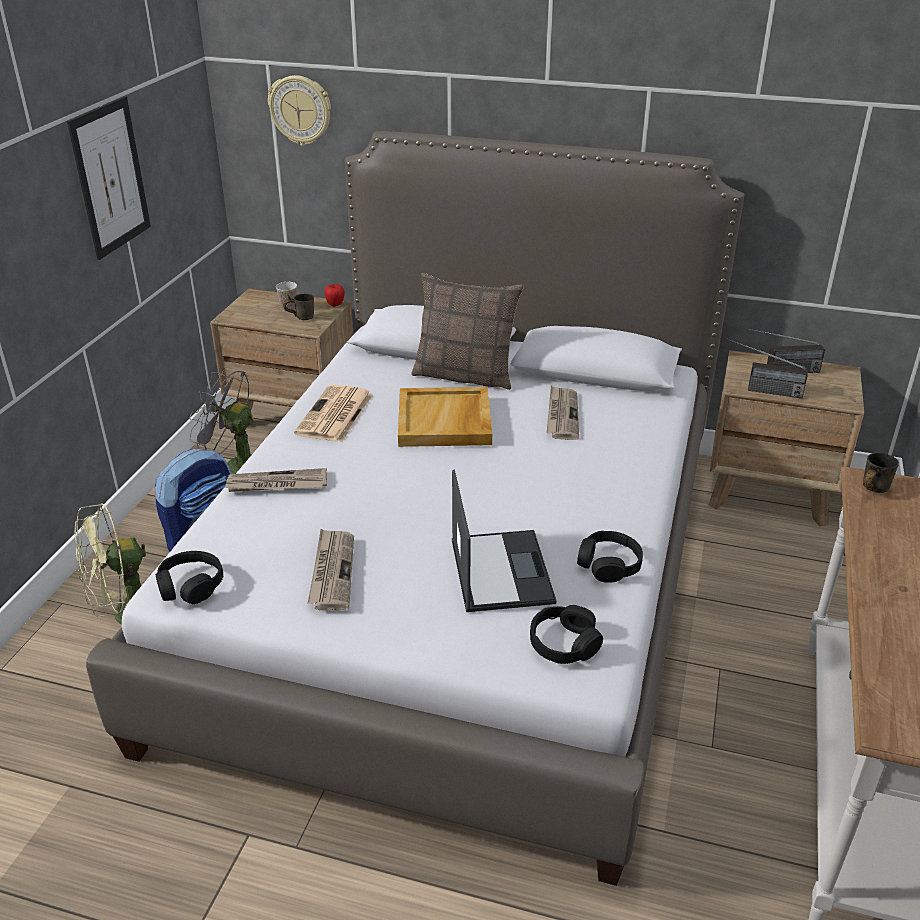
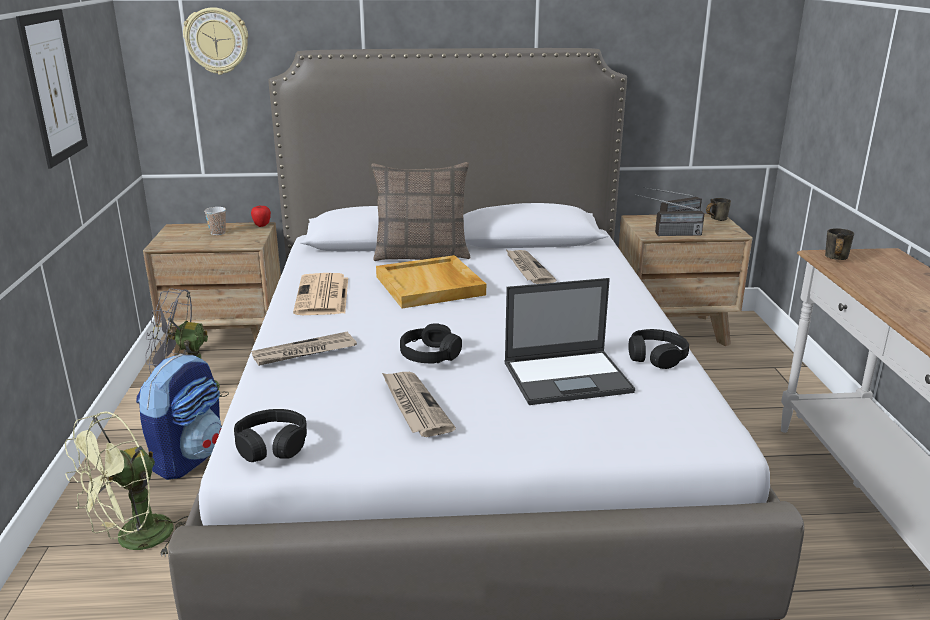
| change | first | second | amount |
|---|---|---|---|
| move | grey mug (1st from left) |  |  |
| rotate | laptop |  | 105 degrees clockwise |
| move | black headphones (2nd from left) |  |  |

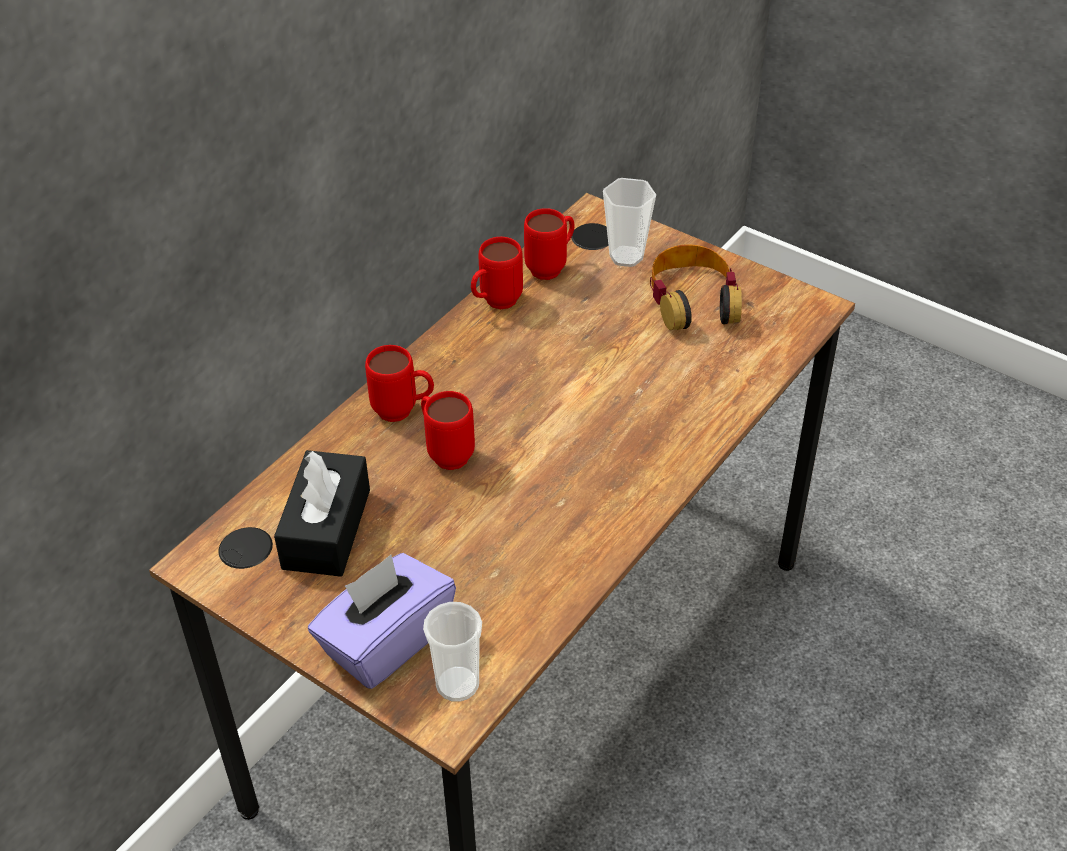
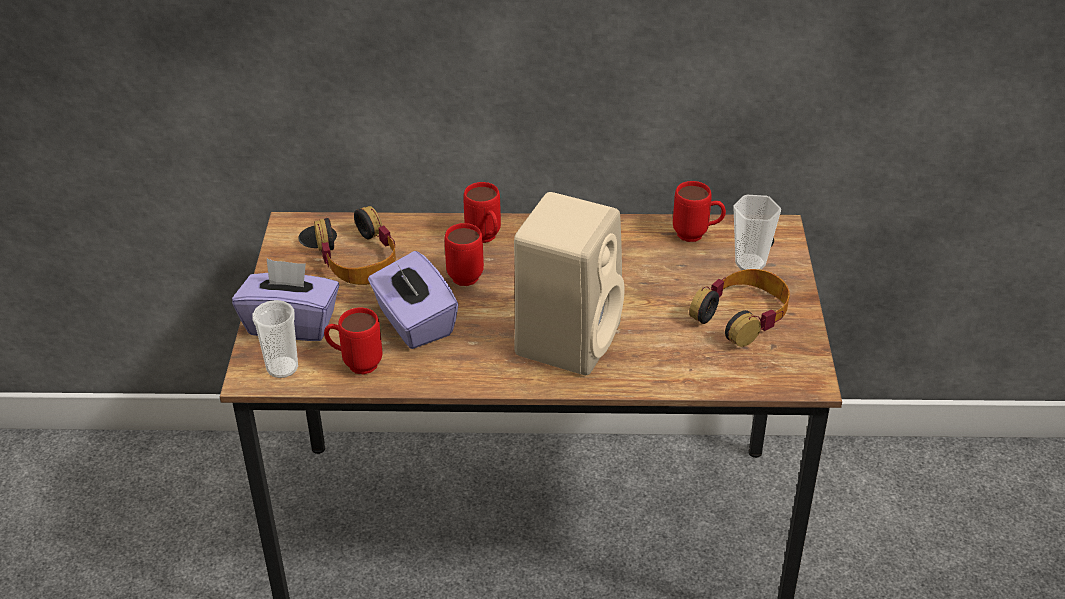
| change | first | second | amount |
|---|---|---|---|
| move | red mug (3rd from left in the first image) | red mug (1st from left) |  |
| replace | black tissue box | headphones (1st from left) |  |
| insert |  | beige speaker |  |
| insert |  | purple tissue box (2nd from left) |  |

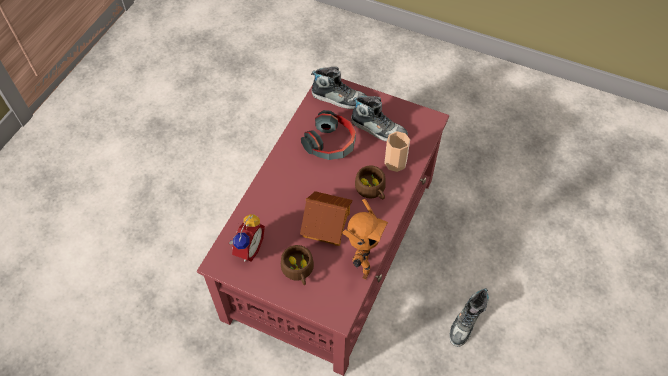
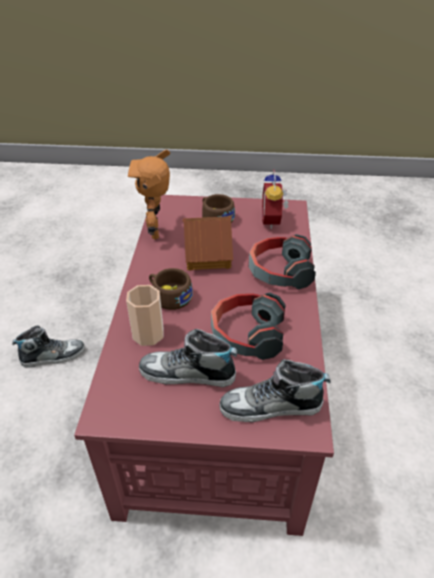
| change | first | second | amount |
|---|---|---|---|
| rotate | shoe (3rd from left in the first image) | shoe (1st from left) | 60 degrees clockwise |
| insert |  | headphones (2nd from left) |  |

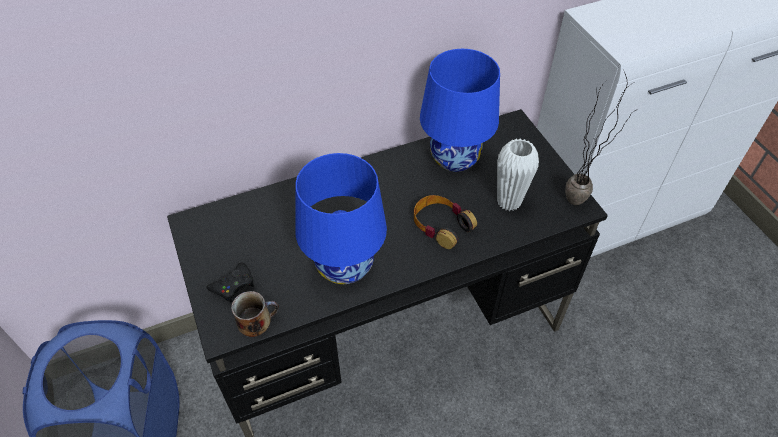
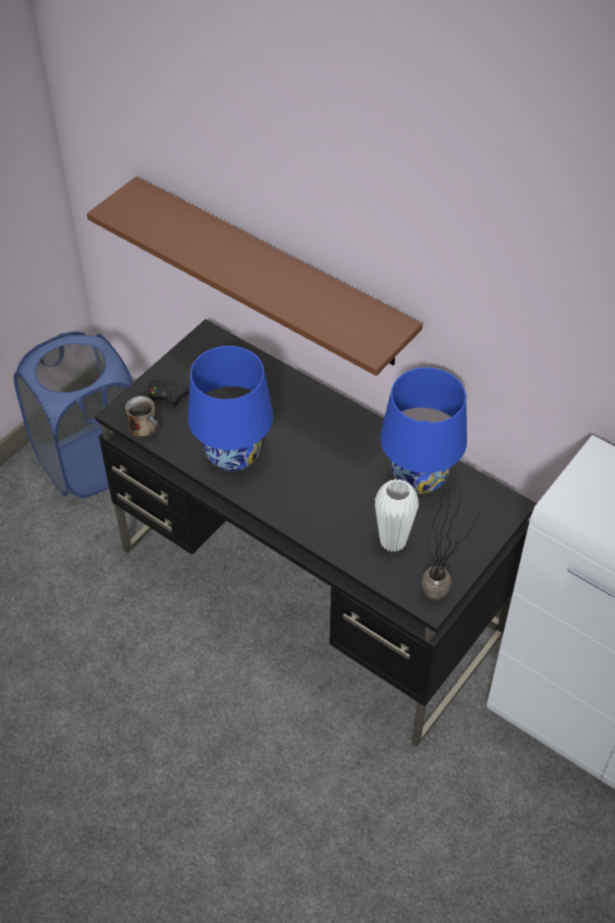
| change | first | second | amount |
|---|---|---|---|
| delete | headphones |  |  |
| insert |  | brown shelf |  |

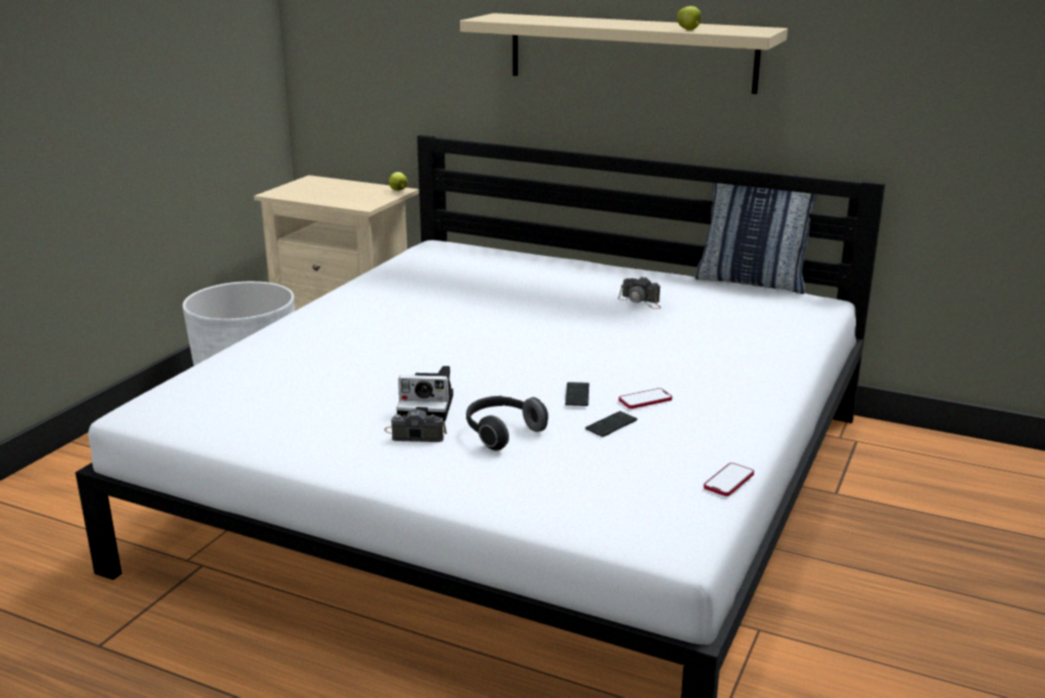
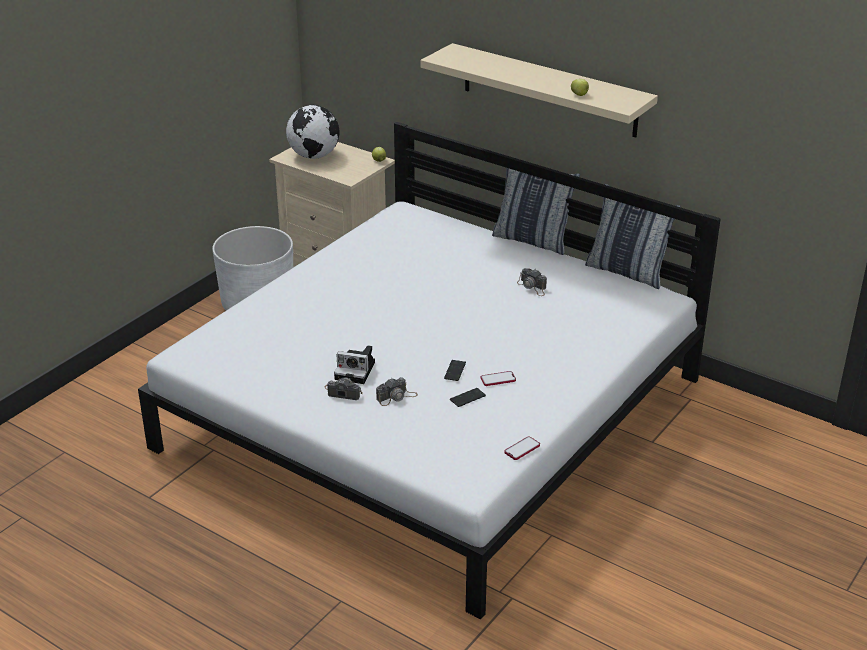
| change | first | second | amount |
|---|---|---|---|
| replace | headphones | photo camera (3rd from left) |  |
| insert |  | globe |  |
| insert |  | pillow (1st from left) |  |

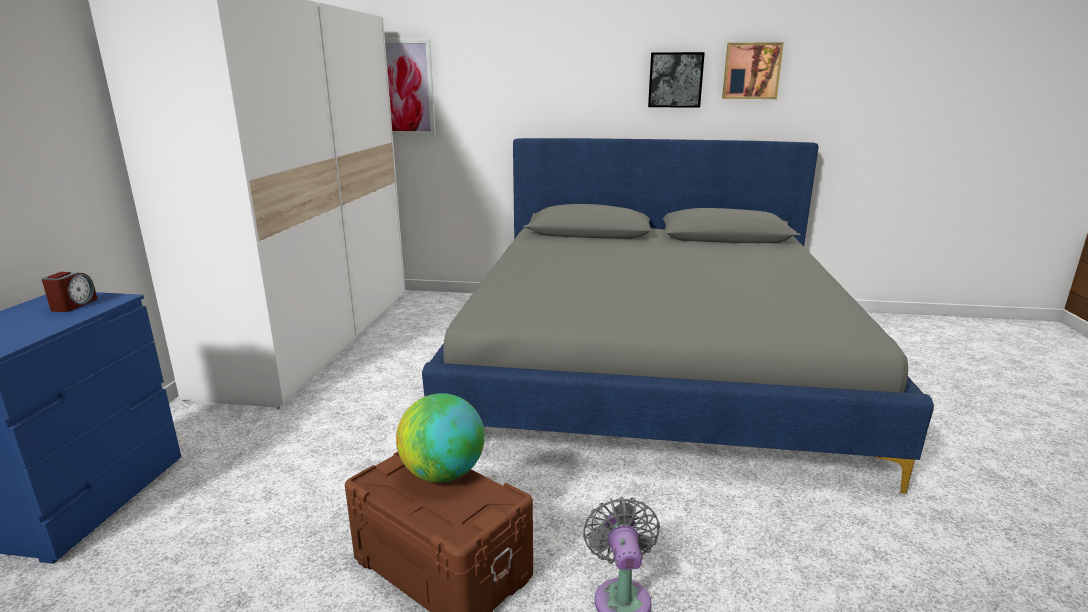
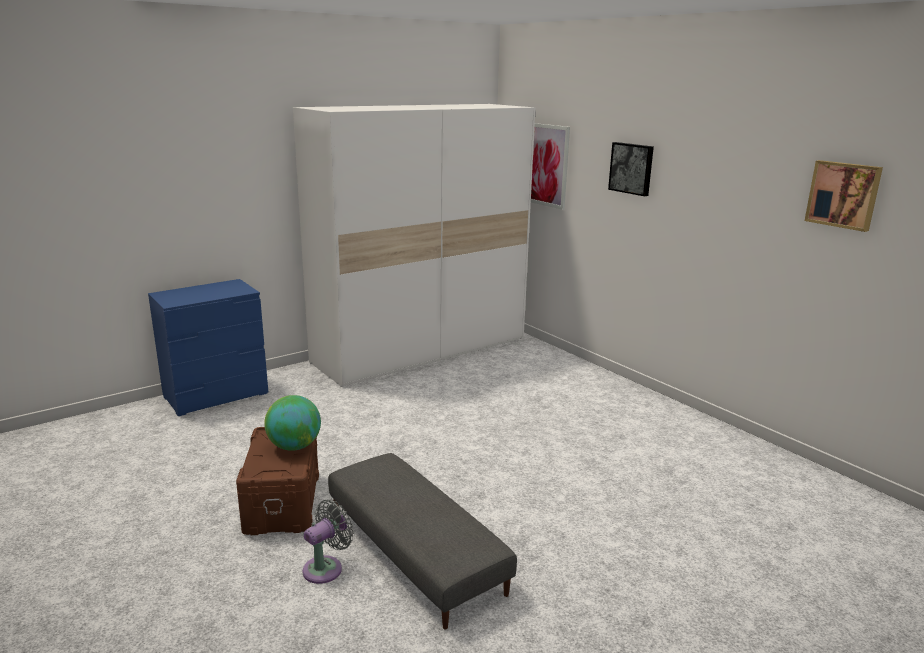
| change | first | second | amount |
|---|---|---|---|
| move | picture (2nd from left) |  |  |
| delete | grey bed |  |  |
| delete | alarm clock |  |  |
| insert |  | grey ottoman |  |

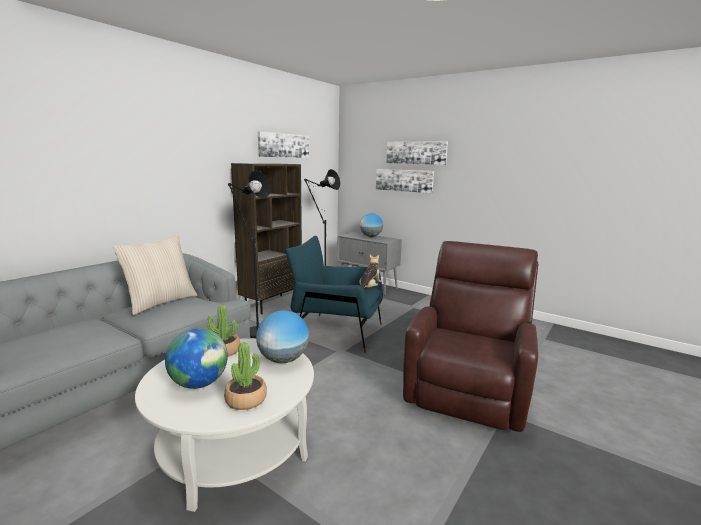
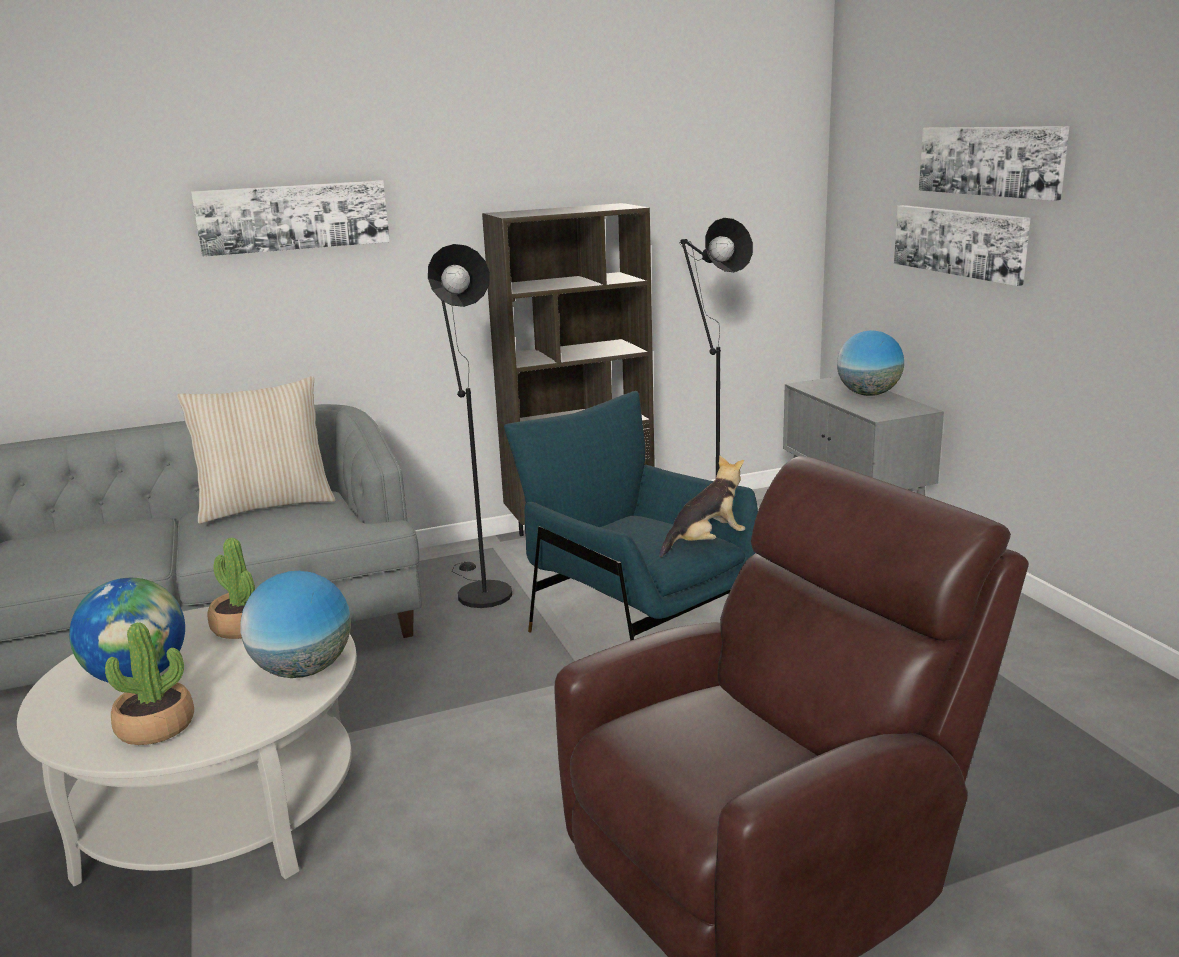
| change | first | second | amount |
|---|---|---|---|
| move | picture (1st from left) |  |  |

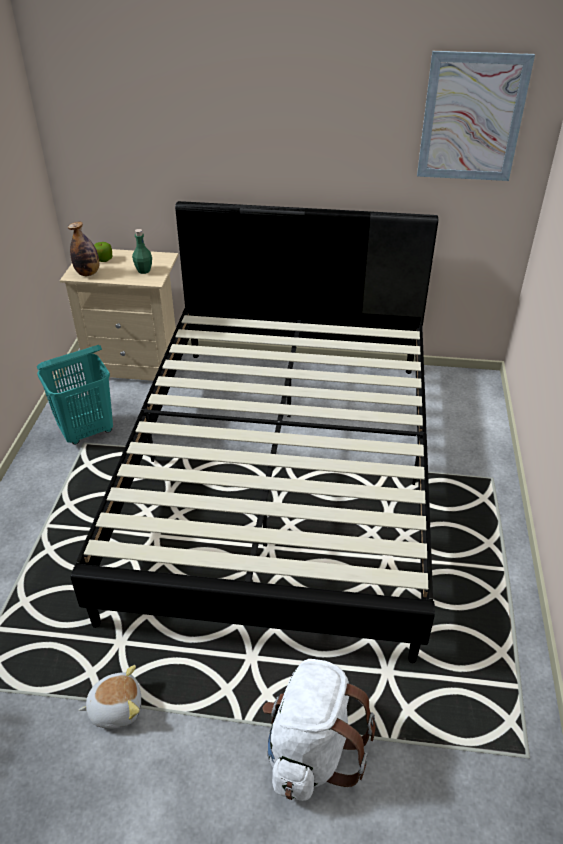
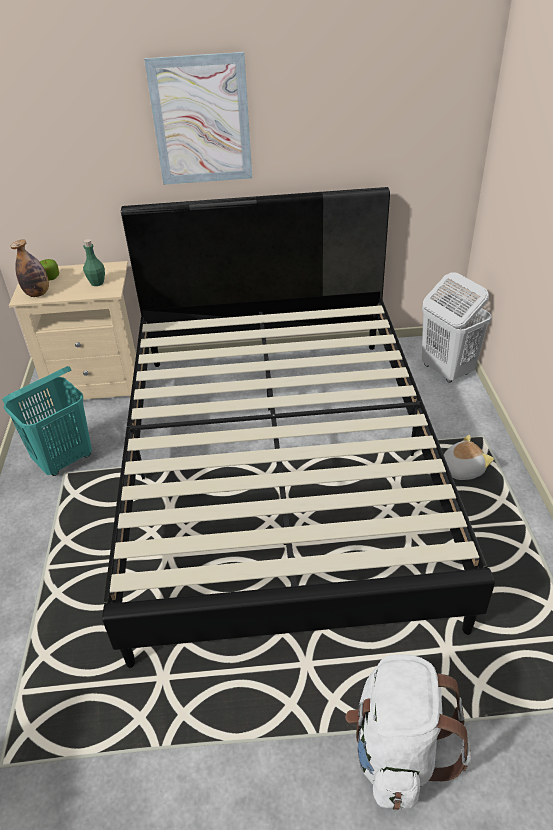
| change | first | second | amount |
|---|---|---|---|
| move | picture |  |  |
| move | plush toy |  |  |
| insert |  | white laundry basket |  |

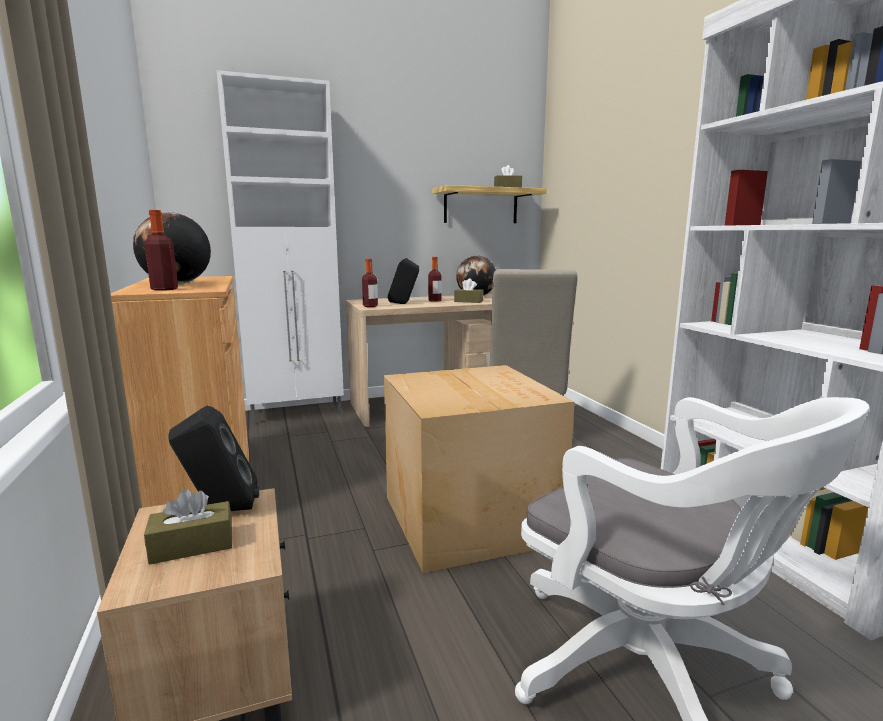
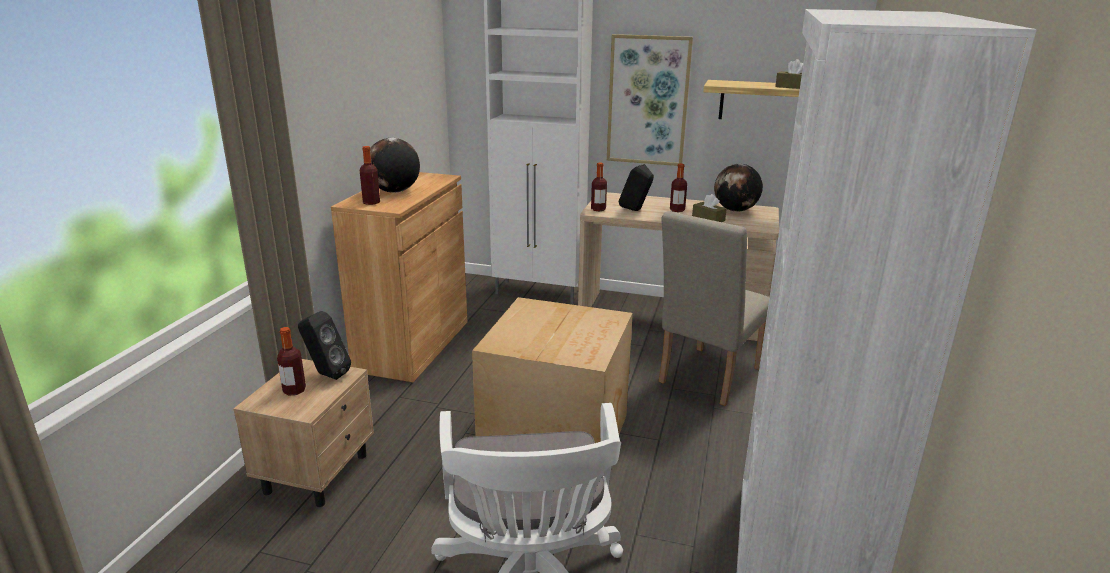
| change | first | second | amount |
|---|---|---|---|
| replace | brown tissue box (1st from left) | bottle (1st from left) |  |
| insert |  | picture |  |

